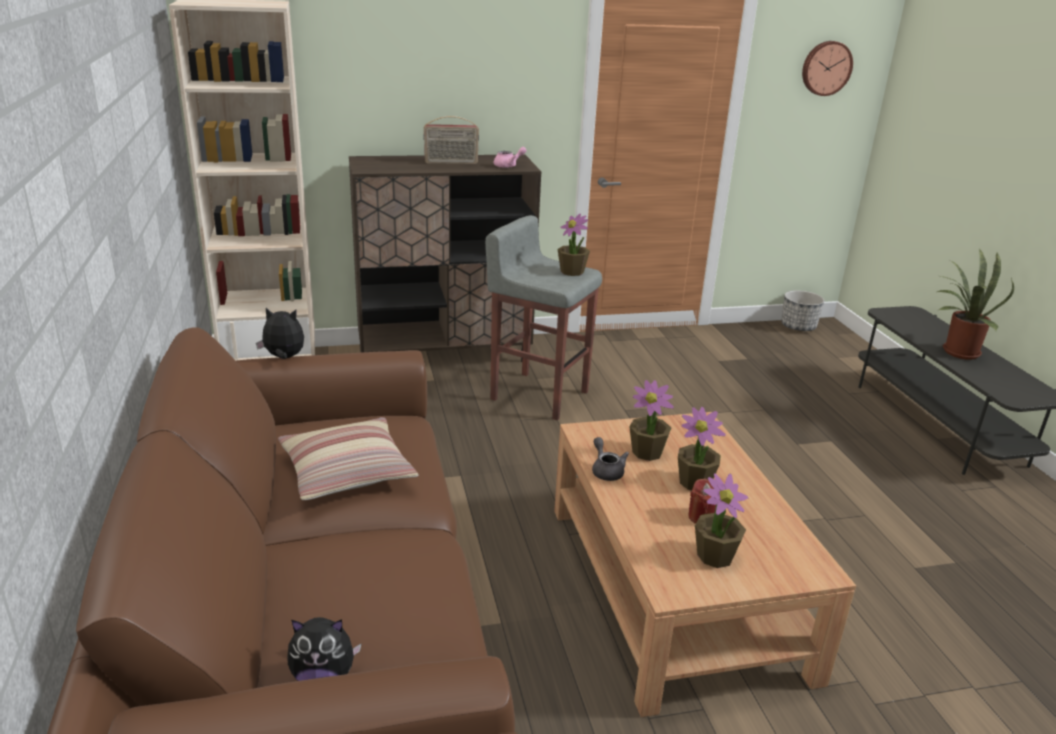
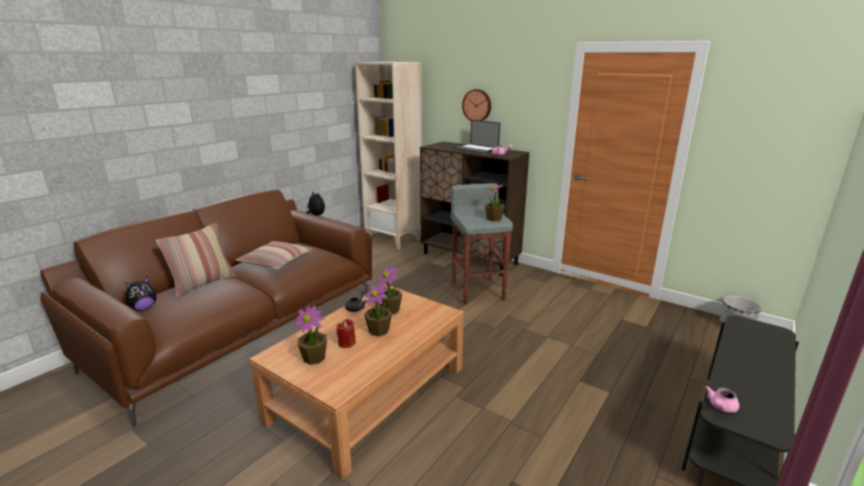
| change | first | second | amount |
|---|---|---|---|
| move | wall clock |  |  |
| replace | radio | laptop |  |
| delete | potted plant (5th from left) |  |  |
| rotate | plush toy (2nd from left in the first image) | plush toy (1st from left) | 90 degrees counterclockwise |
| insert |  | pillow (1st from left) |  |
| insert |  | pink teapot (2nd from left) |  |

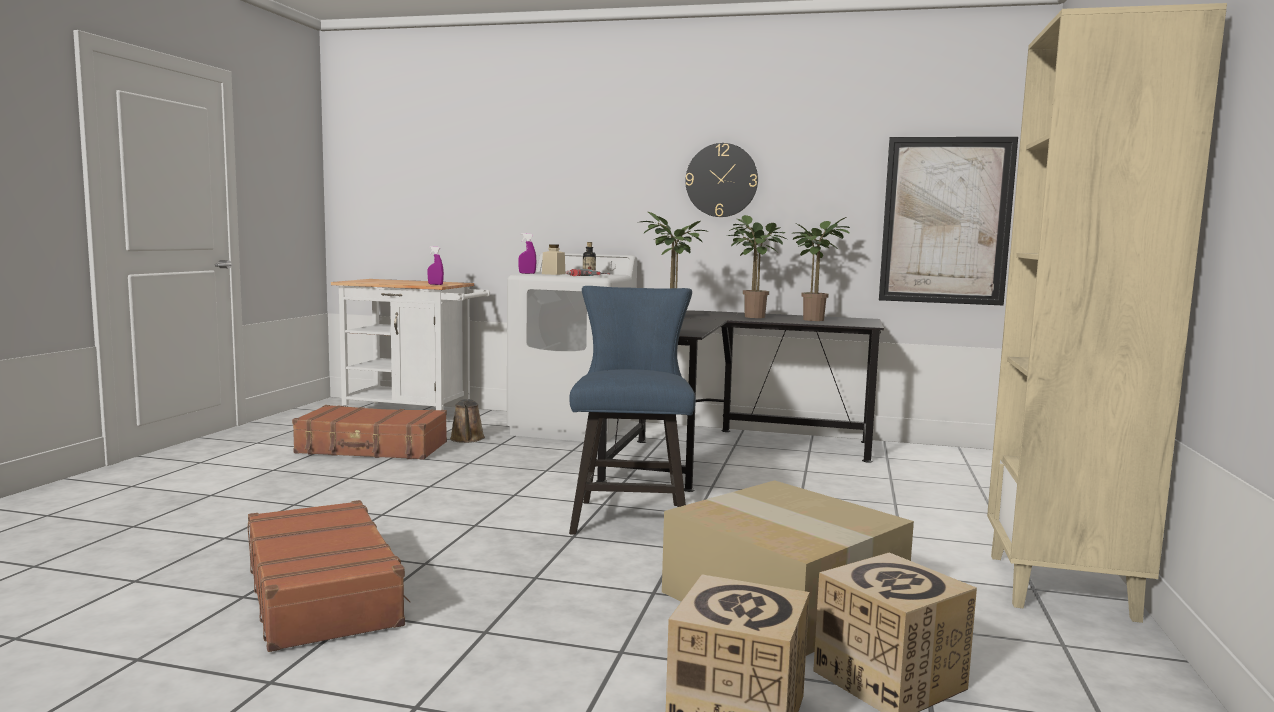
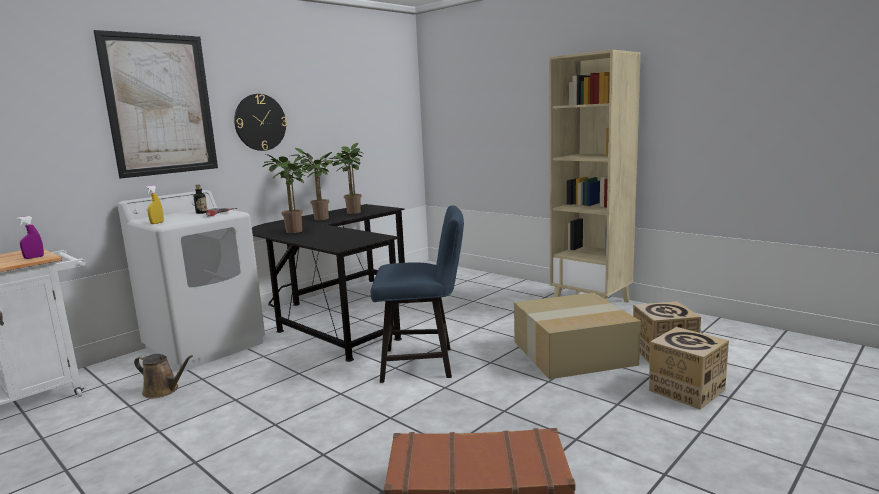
| change | first | second | amount |
|---|---|---|---|
| move | picture |  |  |
| recolor | purple spray bottle (2nd from left) | yellow spray bottle |  |
| delete | beige jar |  |  |
| rotate | blue chair |  | 150 degrees clockwise |
| delete | brown suitcase (2nd from left) |  |  |

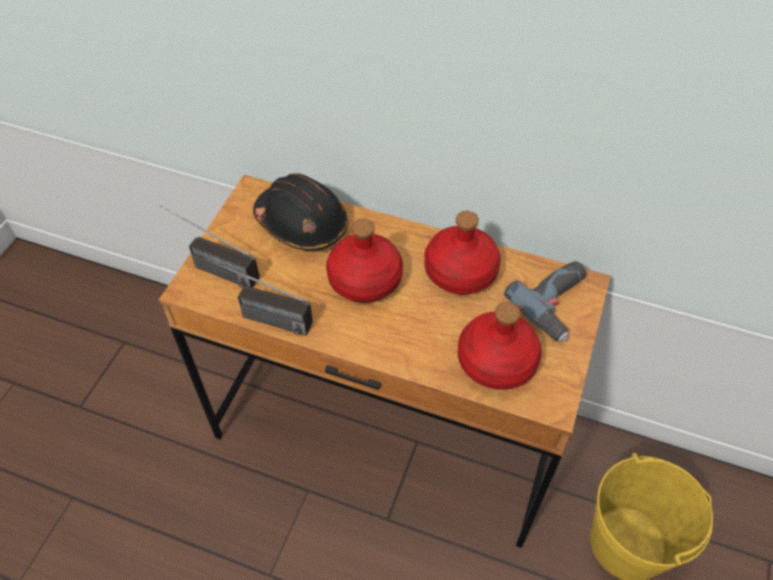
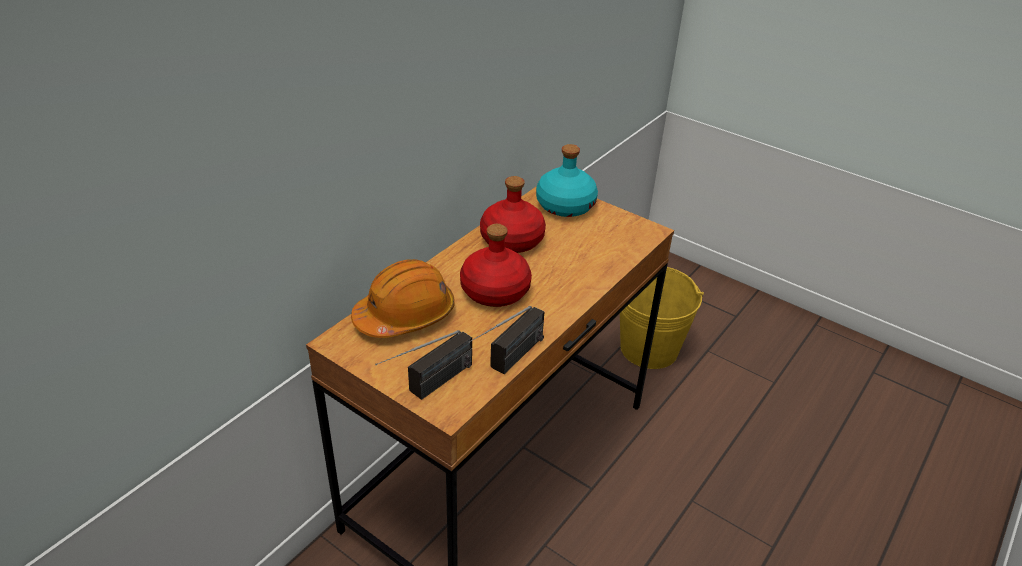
| change | first | second | amount |
|---|---|---|---|
| recolor | black hard hat | orange hard hat |  |
| replace | power drill | turquoise bottle |  |
| delete | red bottle (3rd from left) |  |  |

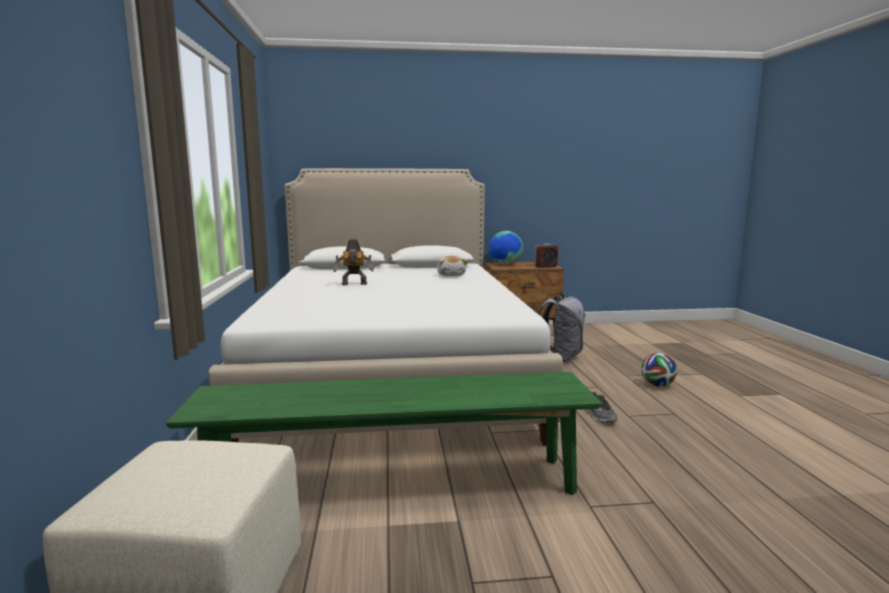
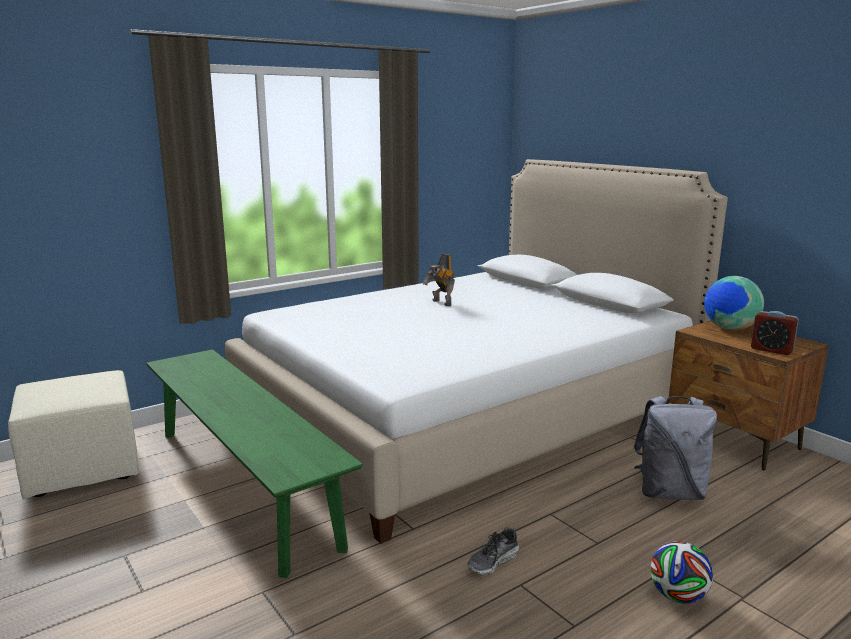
| change | first | second | amount |
|---|---|---|---|
| delete | plush toy |  |  |

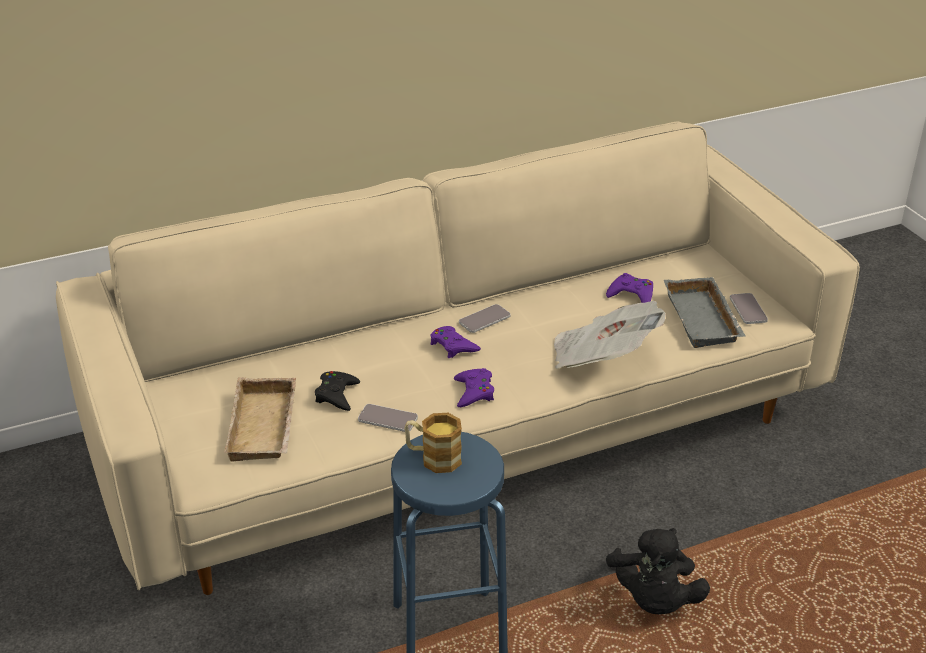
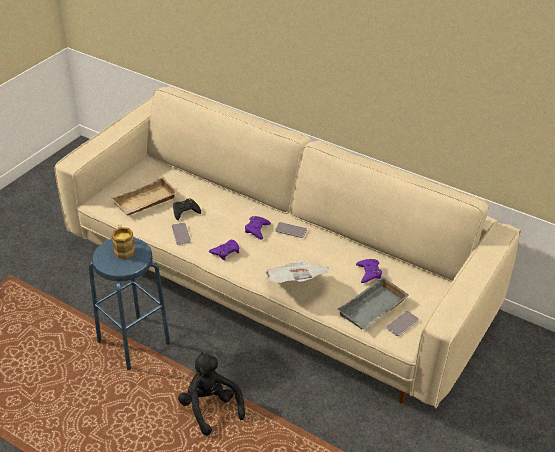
| change | first | second | amount |
|---|---|---|---|
| rotate | black plush toy |  | 90 degrees clockwise |

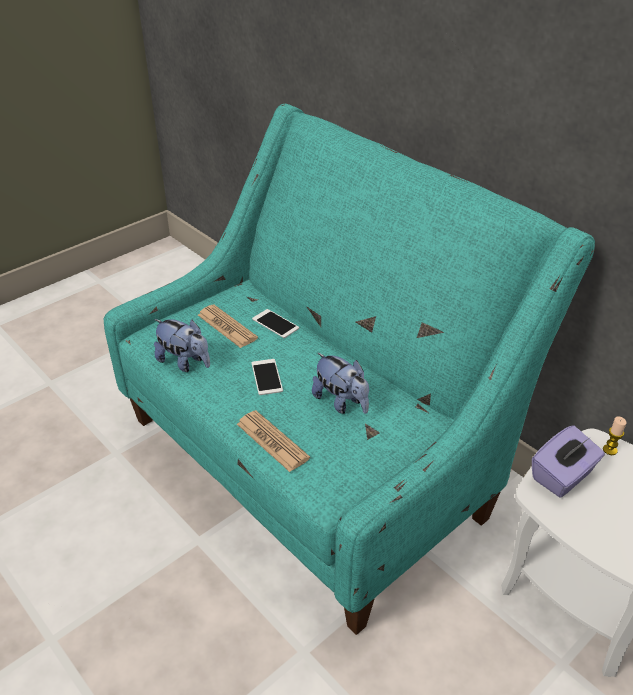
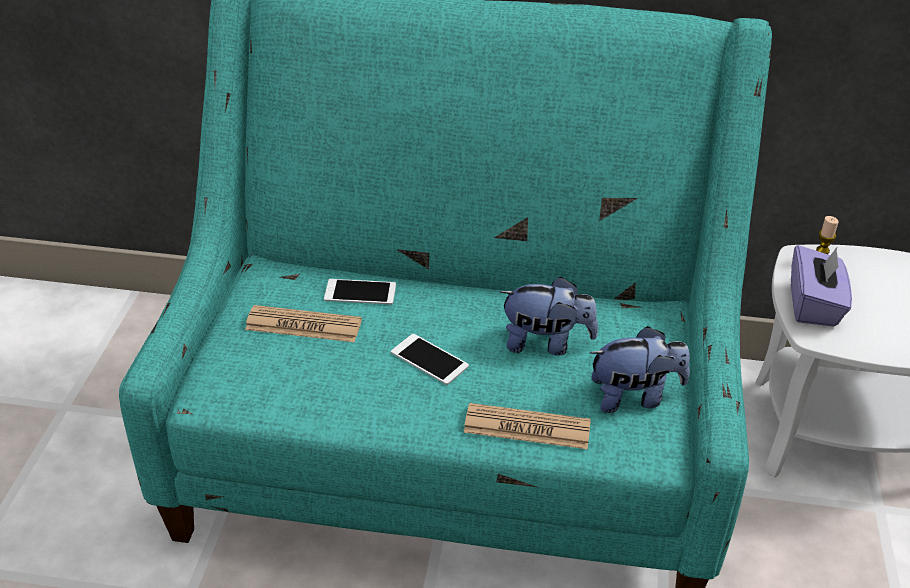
| change | first | second | amount |
|---|---|---|---|
| move | plush toy (1st from left in the first image) | plush toy (2nd from left) |  |

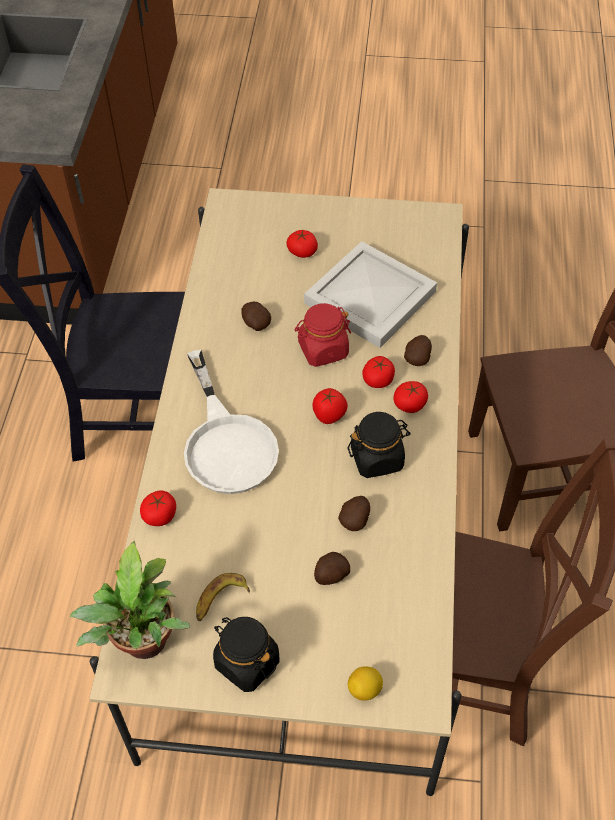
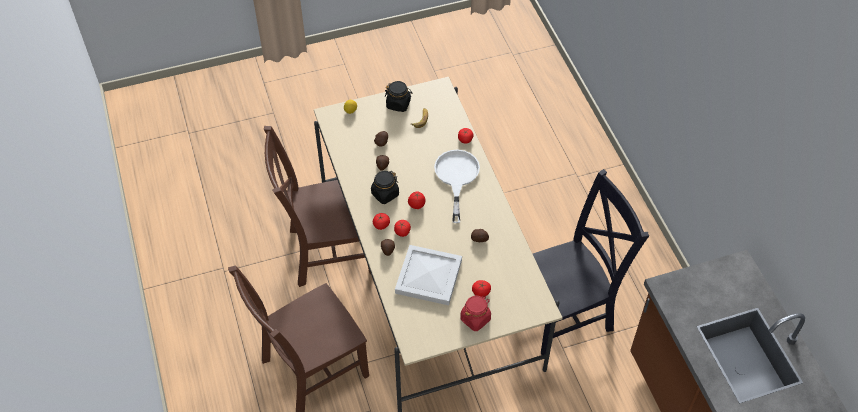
| change | first | second | amount |
|---|---|---|---|
| move | red jar |  |  |
| rotate | white frying pan |  | 45 degrees clockwise |
| delete | potted plant |  |  |

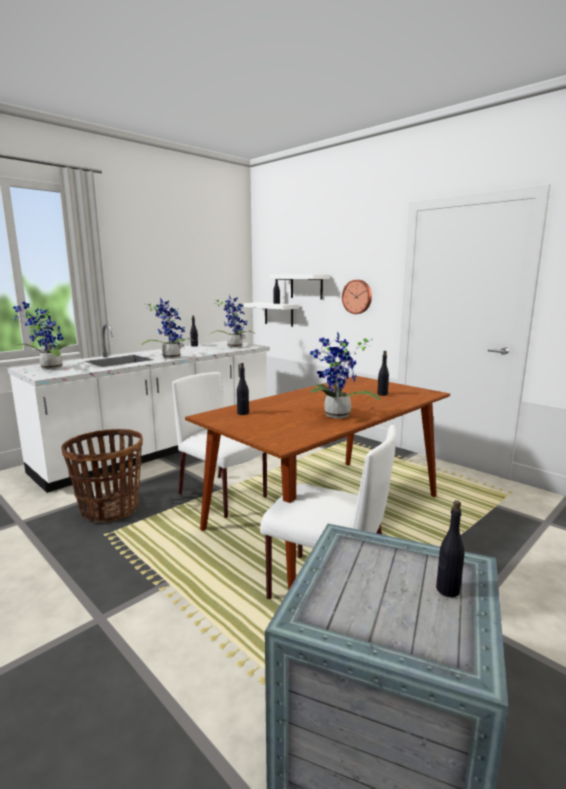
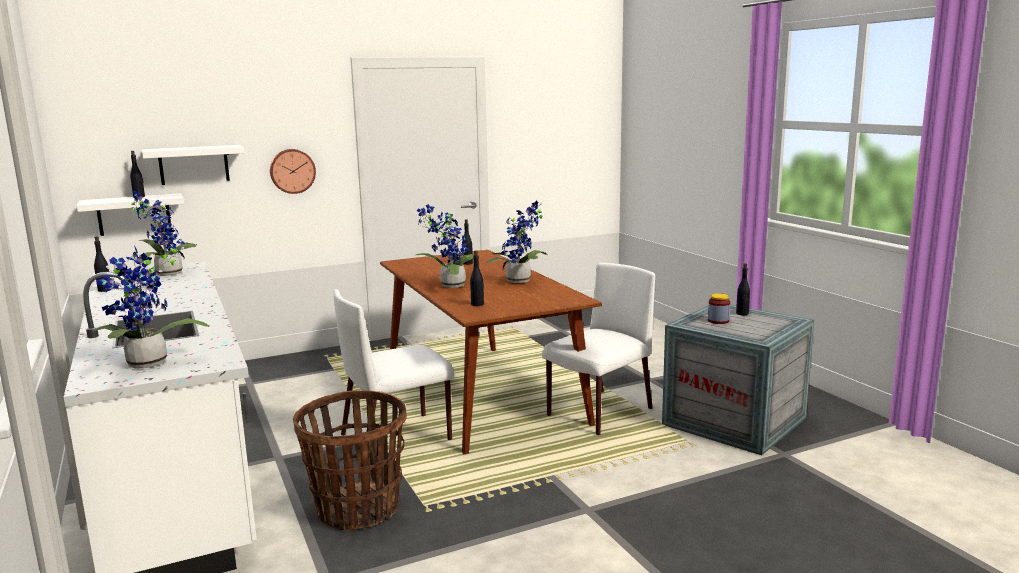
| change | first | second | amount |
|---|---|---|---|
| move | potted plant (2nd from left in the first image) | potted plant (3rd from left) |  |
| insert |  | jar |  |

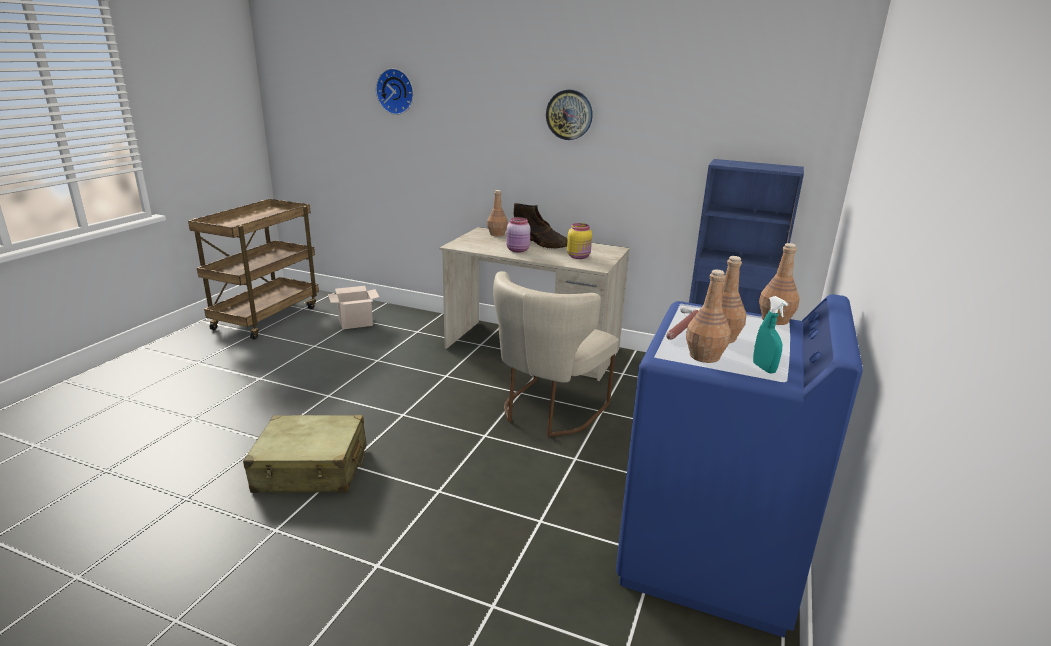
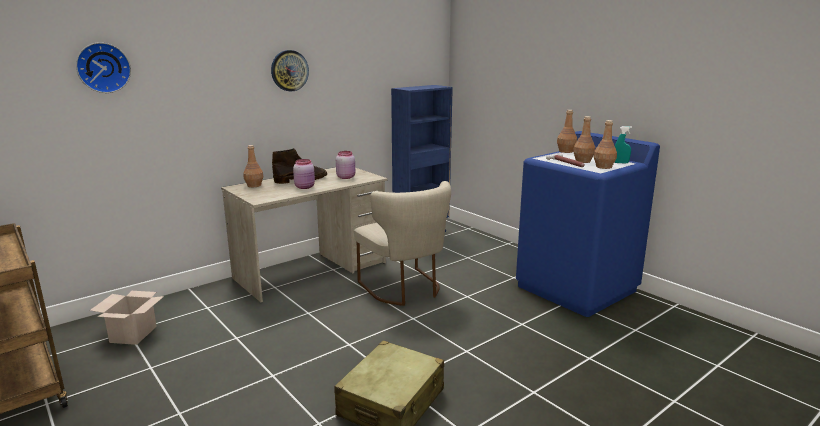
| change | first | second | amount |
|---|---|---|---|
| recolor | yellow jar | pink jar (2nd from left) |  |

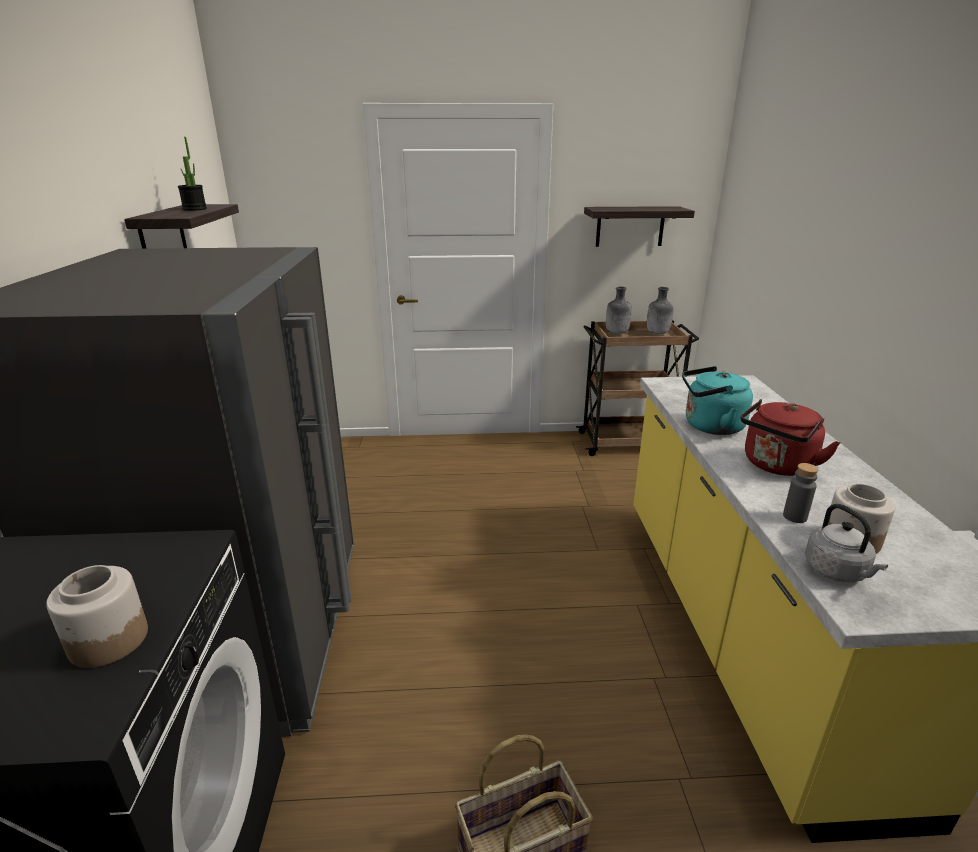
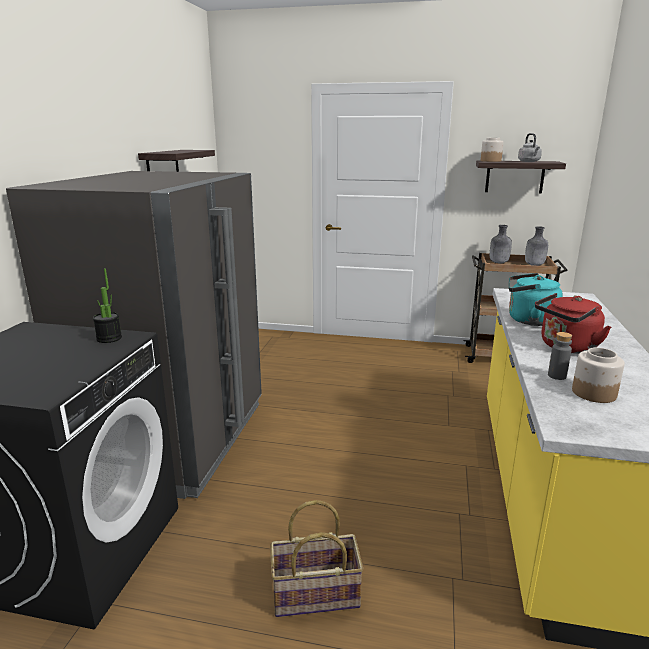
| change | first | second | amount |
|---|---|---|---|
| move | potted plant |  |  |
| move | grey kettle |  |  |
| move | jar (1st from left) |  |  |

